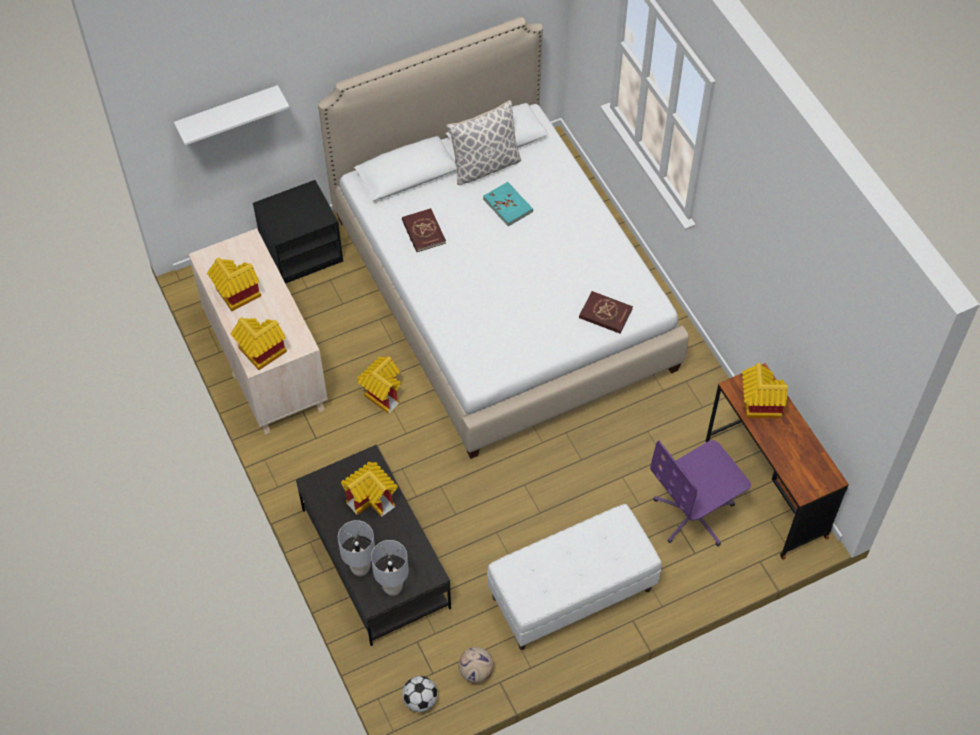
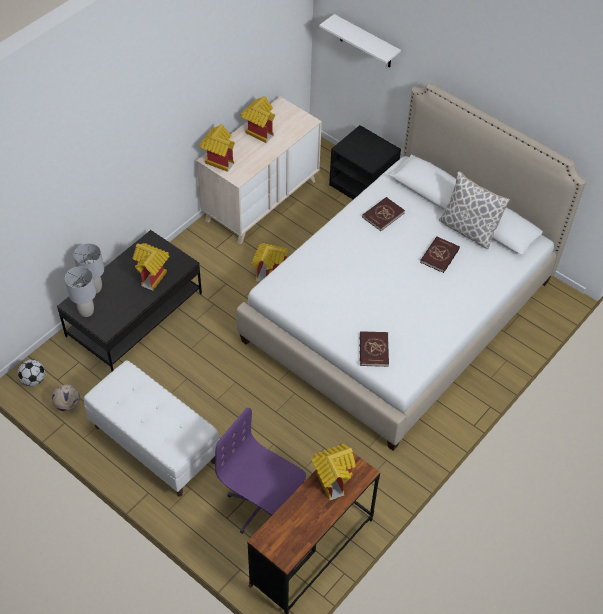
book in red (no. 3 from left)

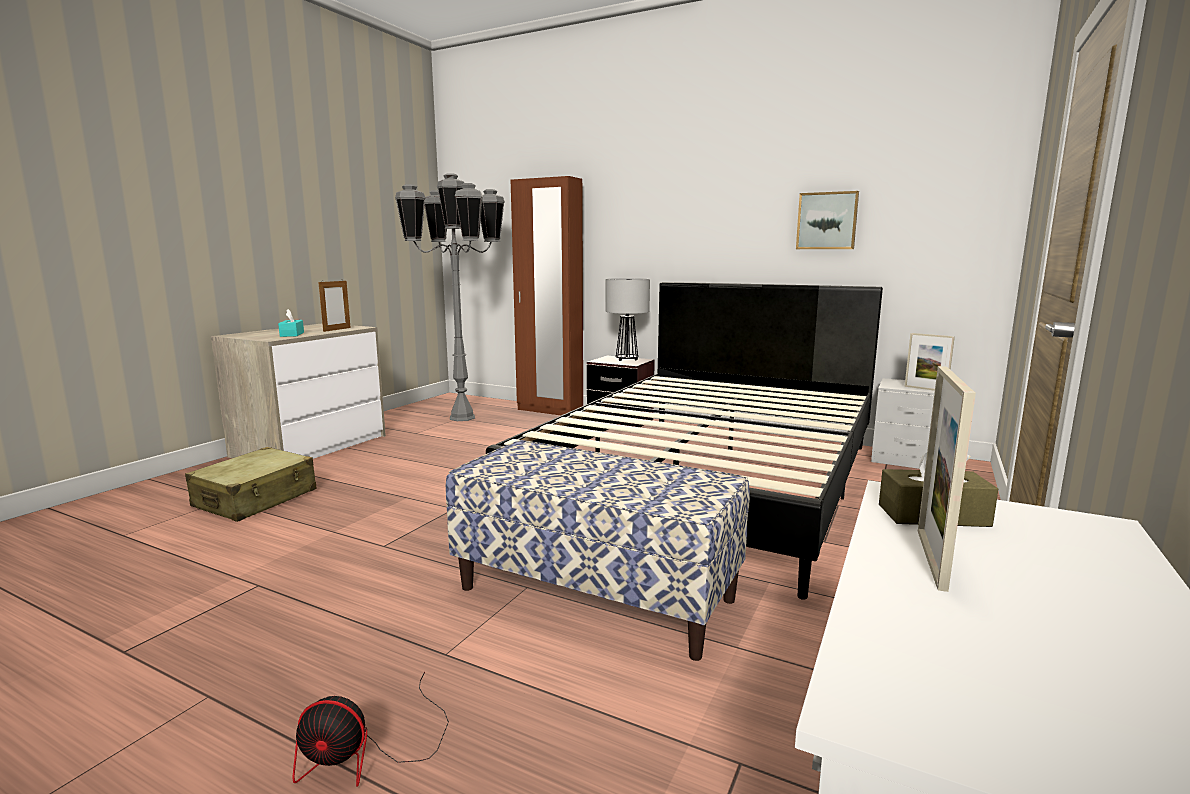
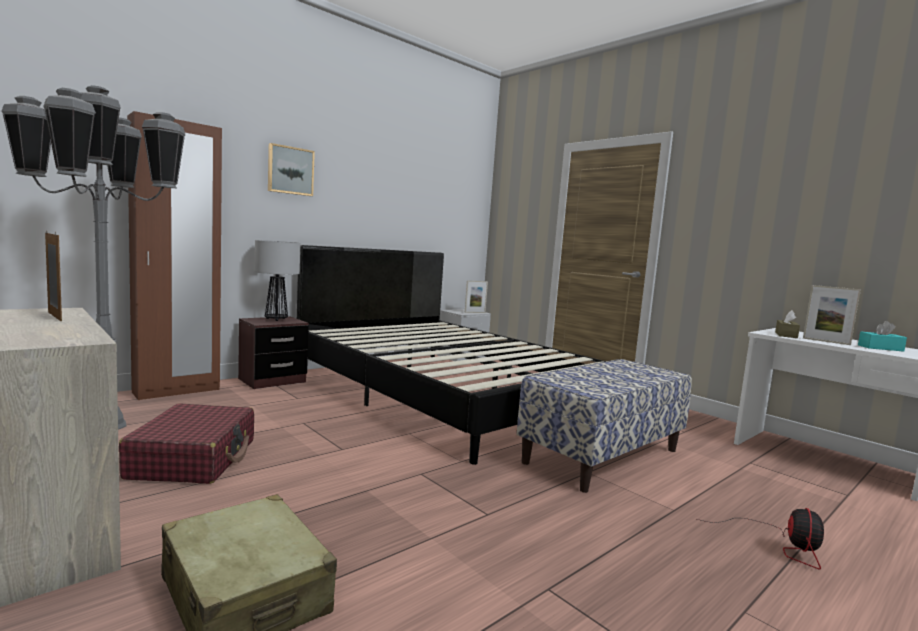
suitcase in red; picture; tissue box in turquoise

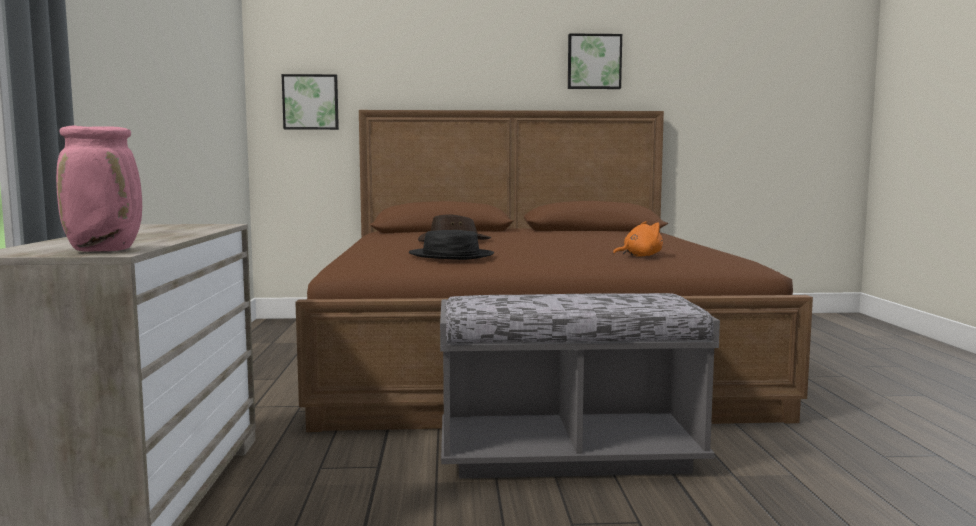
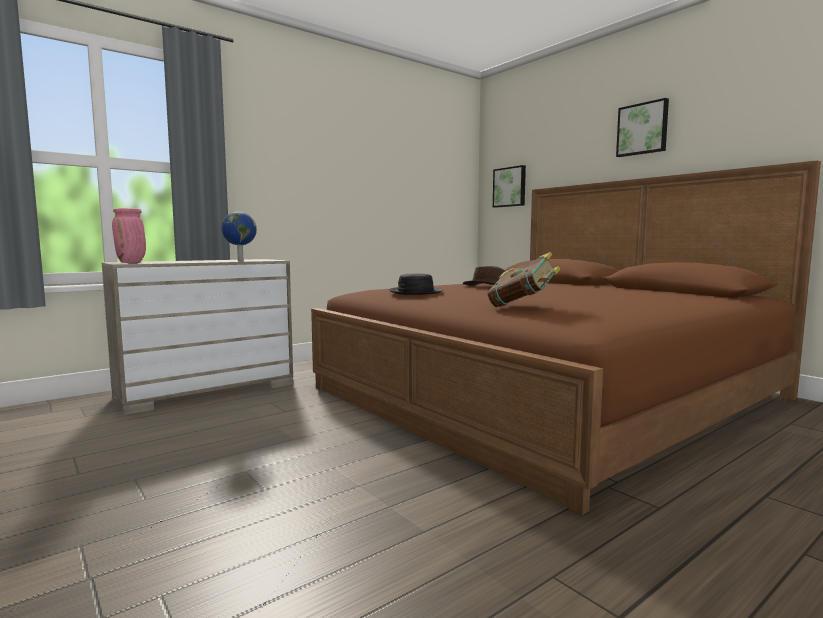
globe; book; picture (no. 2 from left); bench in grey

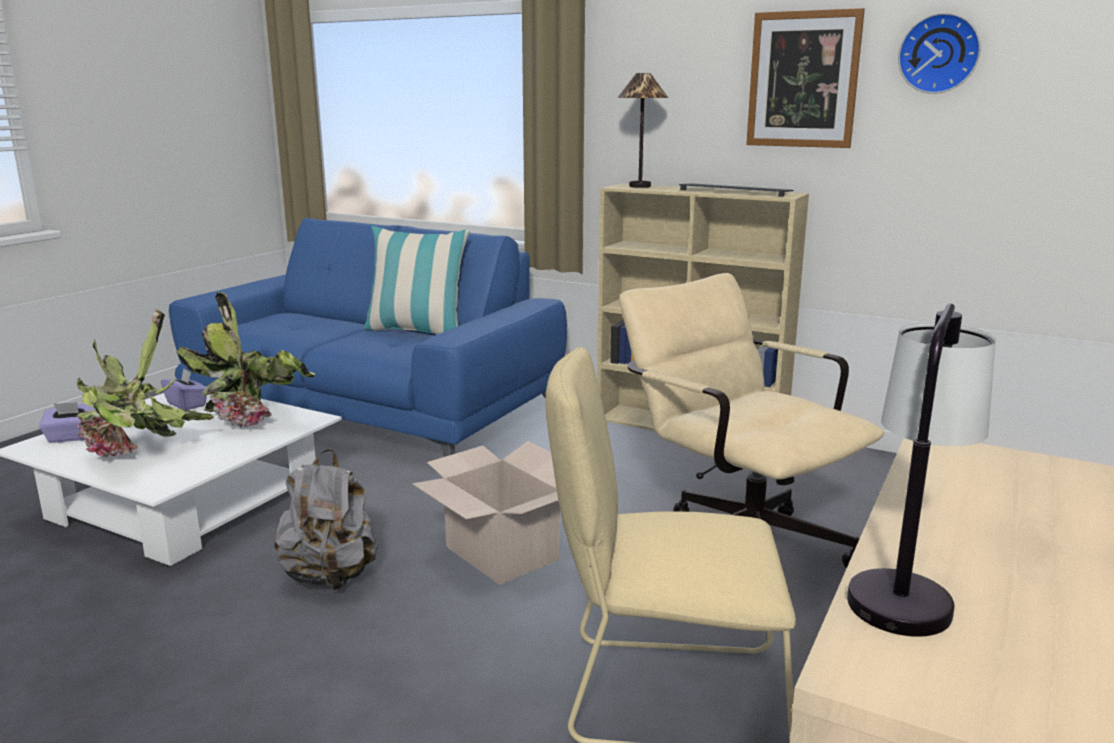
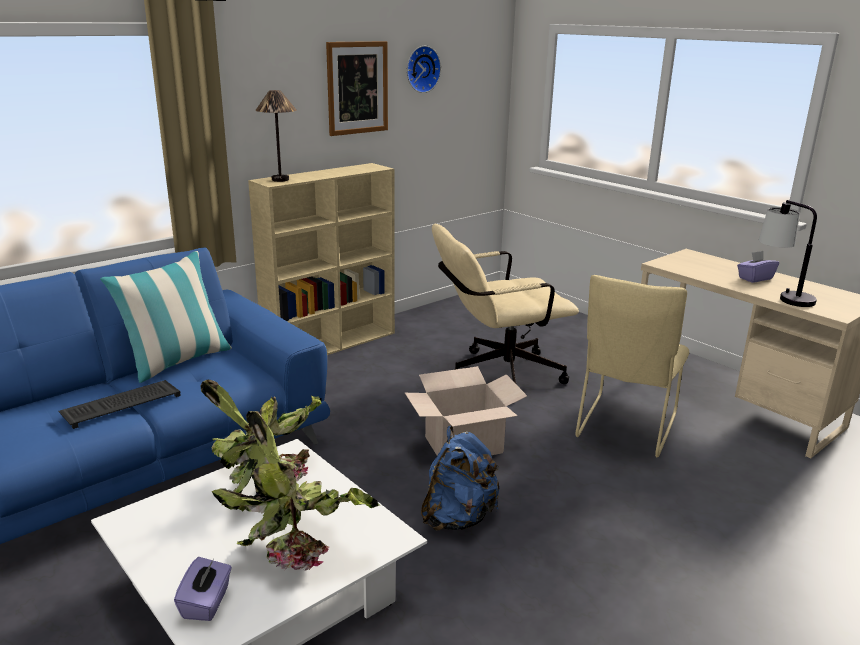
keyboard; backpack in blue; tissue box in purple (no. 2 from left)

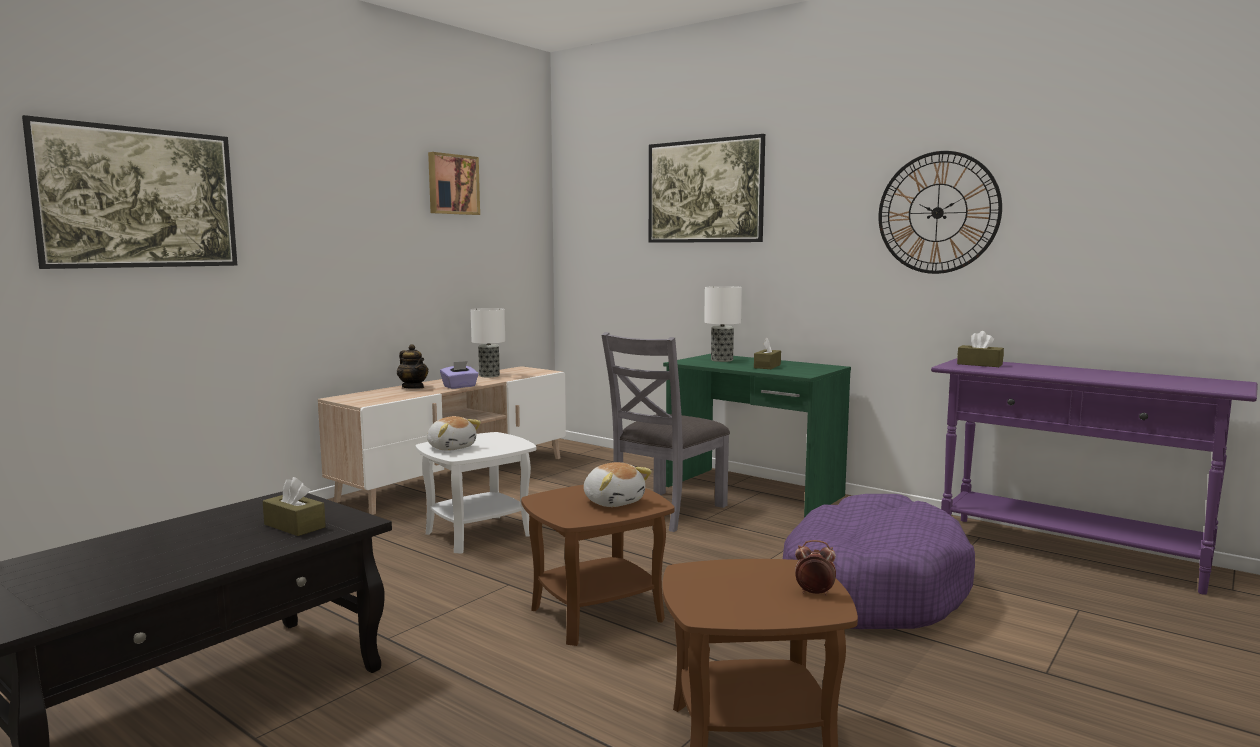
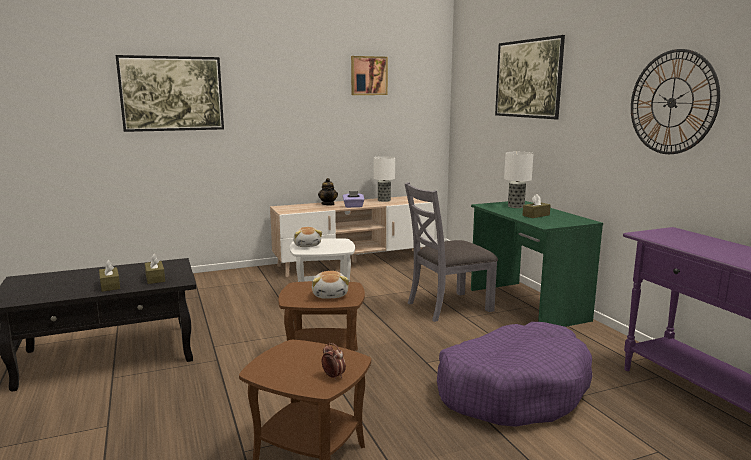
tissue box in brown (no. 1 from left)

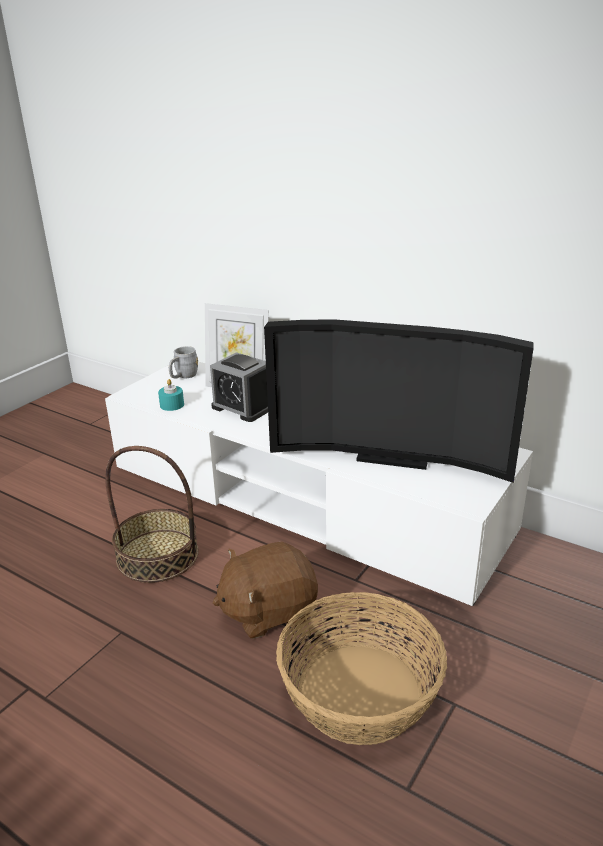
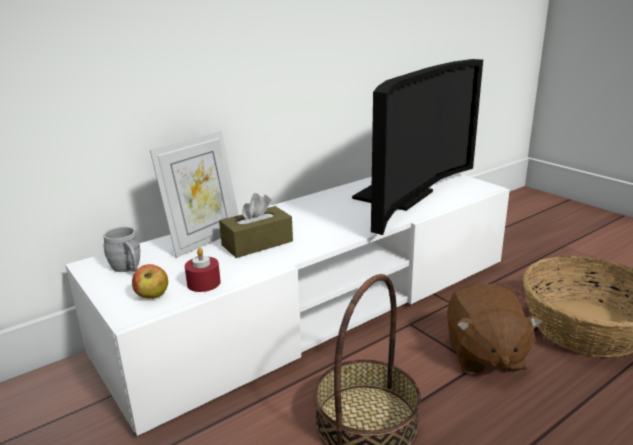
apple; candle in red; tissue box in brown

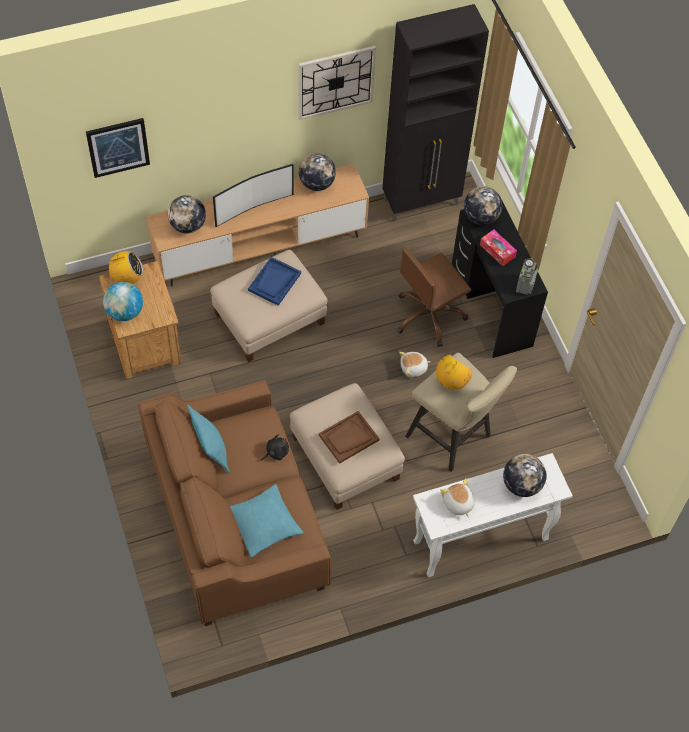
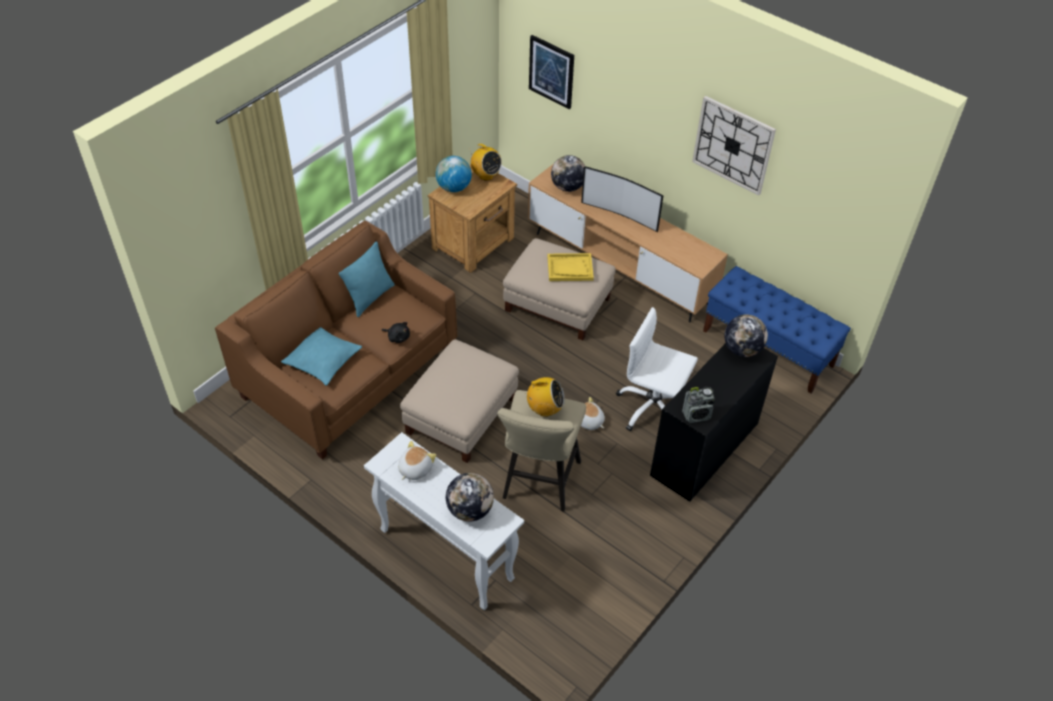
tray in yellow; office chair in white; bench in blue; globe (no. 3 from left in the first image); tray in brown; tissue box

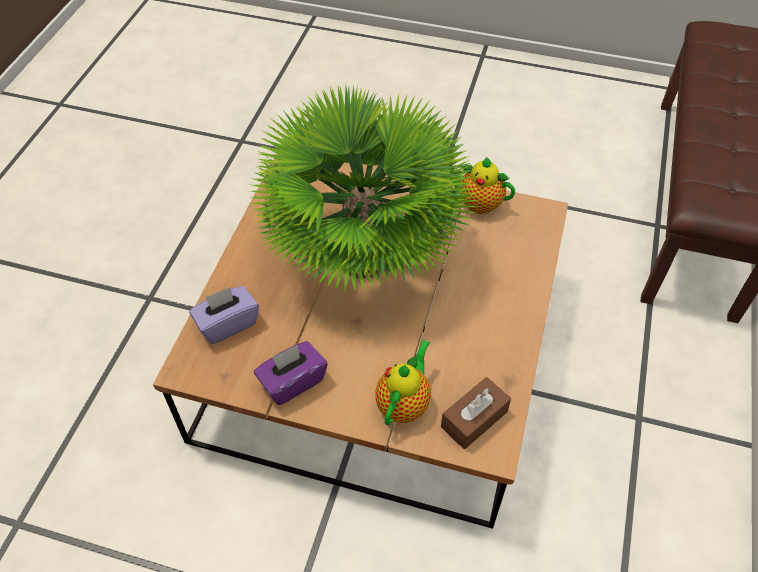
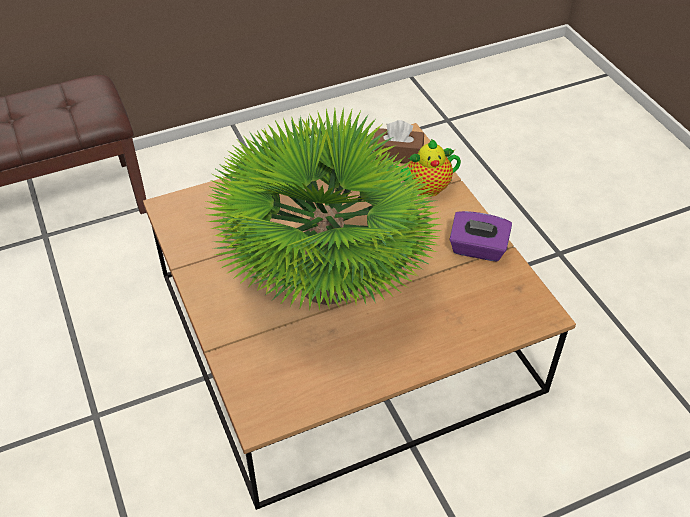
tissue box in purple (no. 1 from left in the first image); teapot (no. 2 from left in the first image)

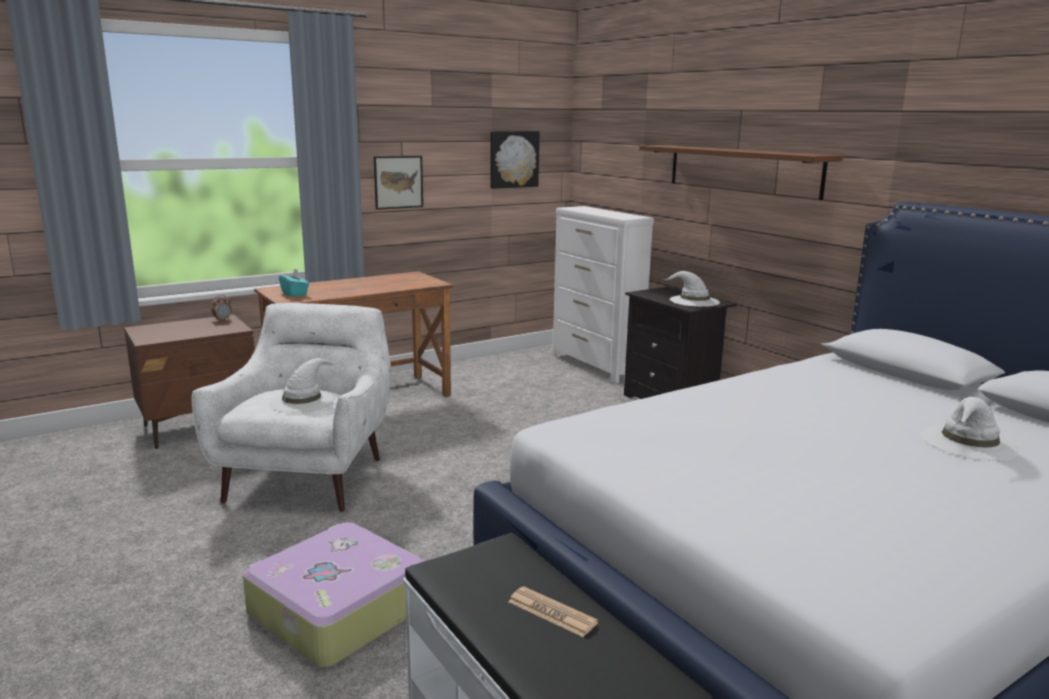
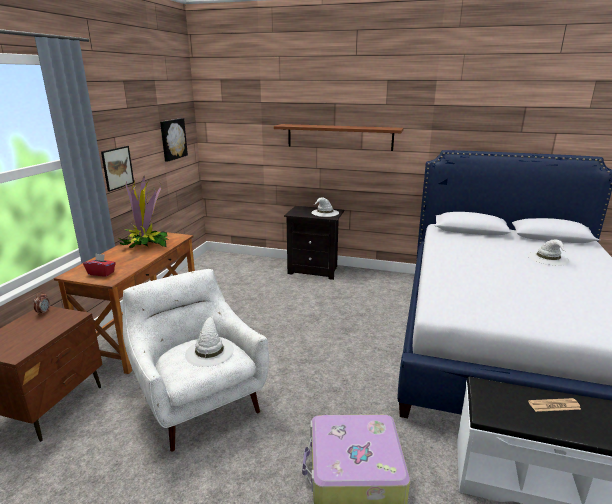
tissue box in red; potted plant; dresser in white

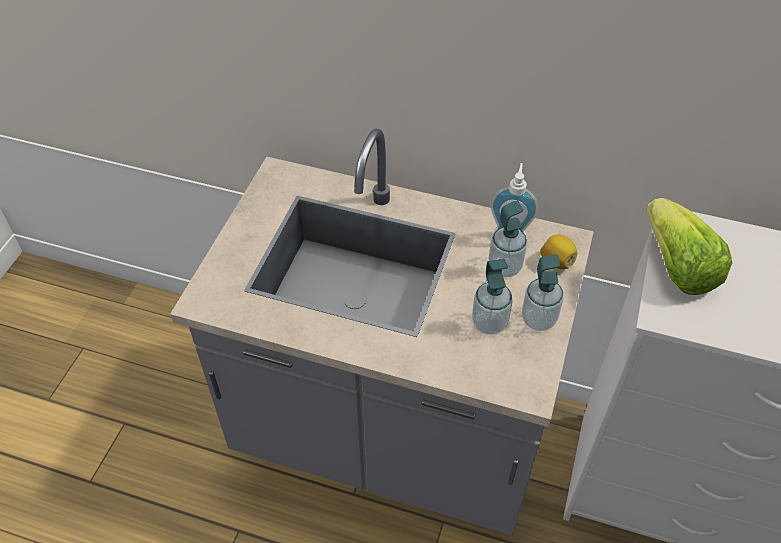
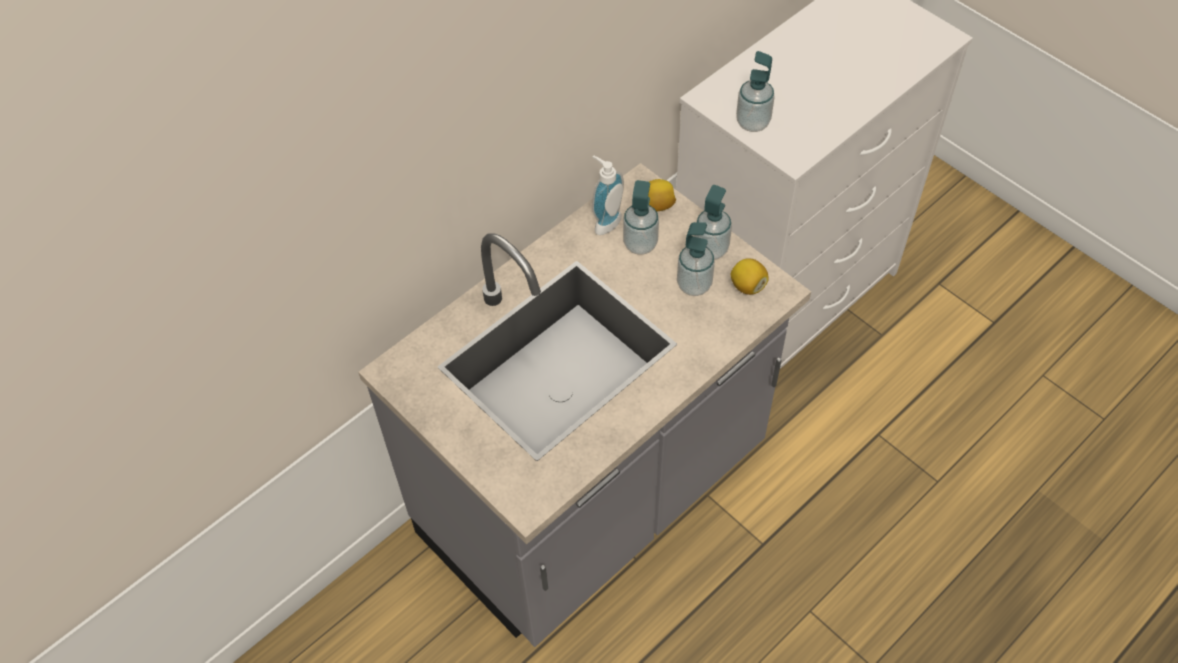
lemon (no. 2 from left); soap dispenser (no. 5 from left)

